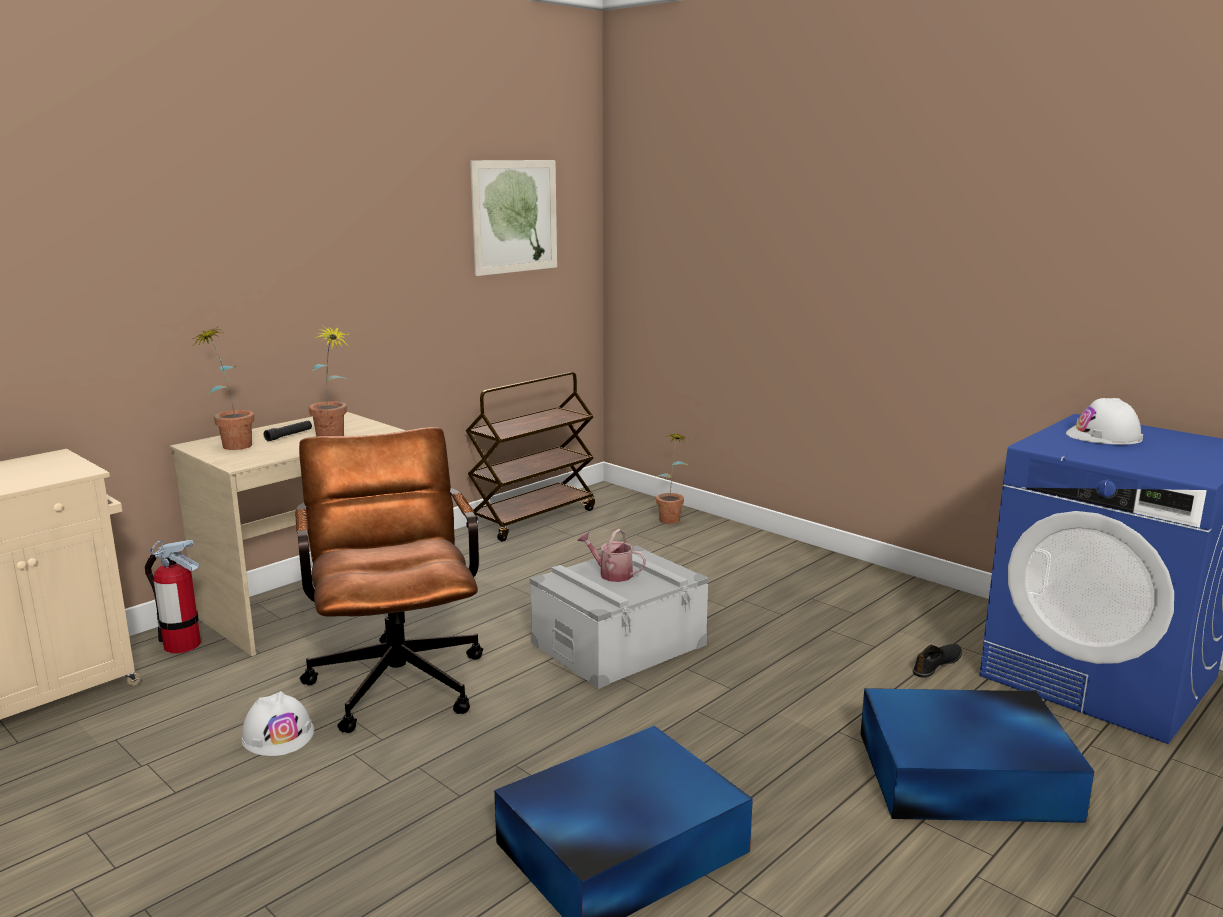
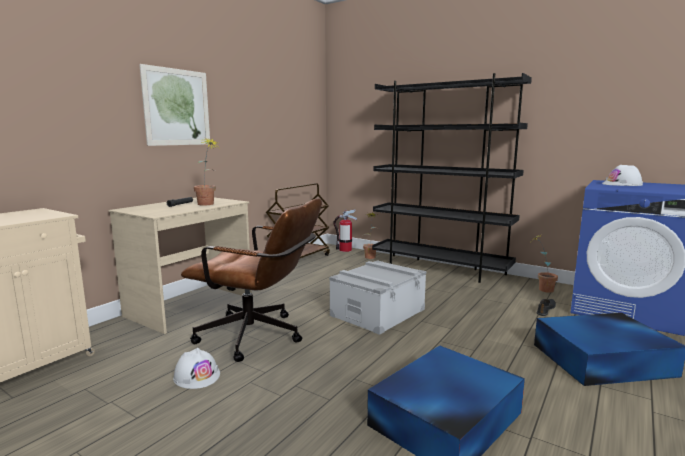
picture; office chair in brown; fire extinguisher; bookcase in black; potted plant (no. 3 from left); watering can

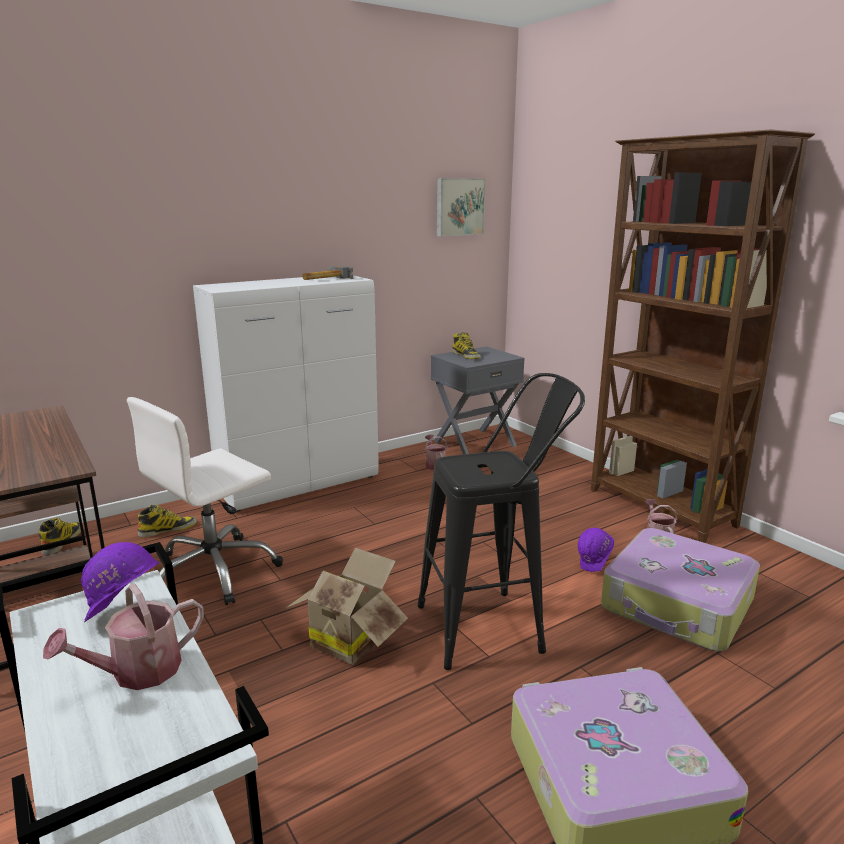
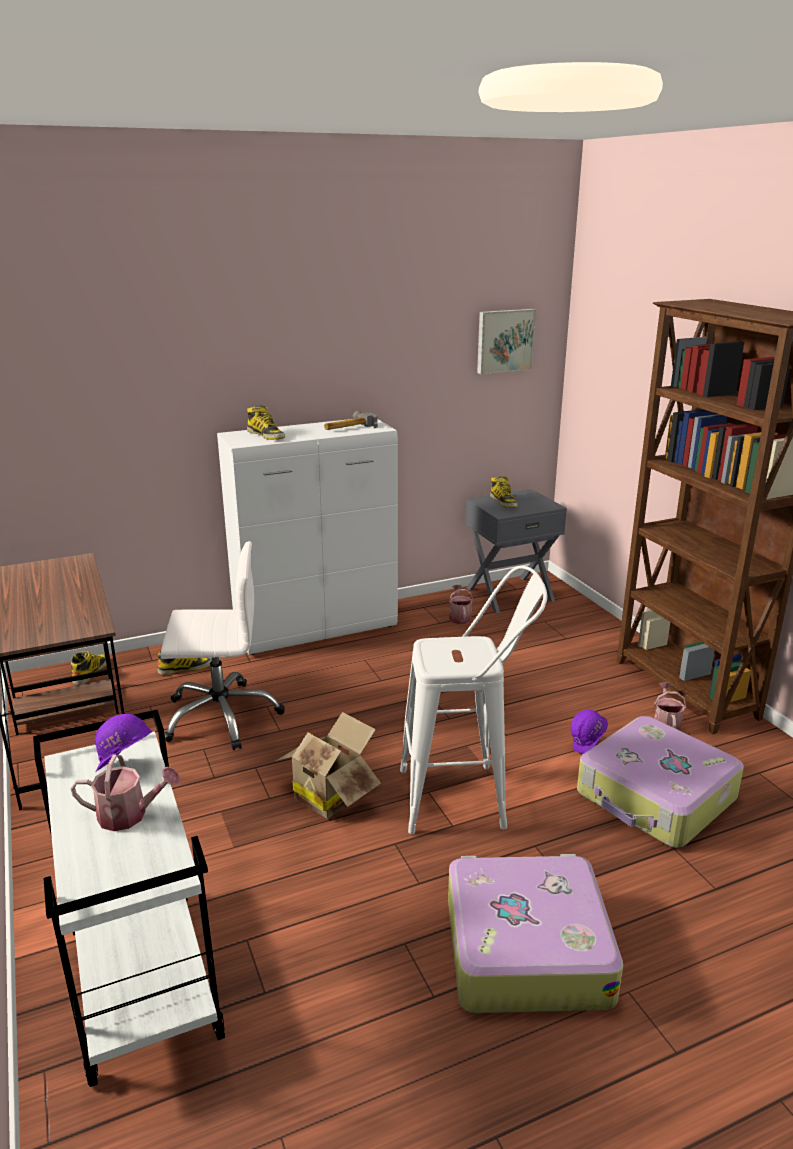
watering can (no. 1 from left); office chair in white; boot (no. 3 from left); stool in white

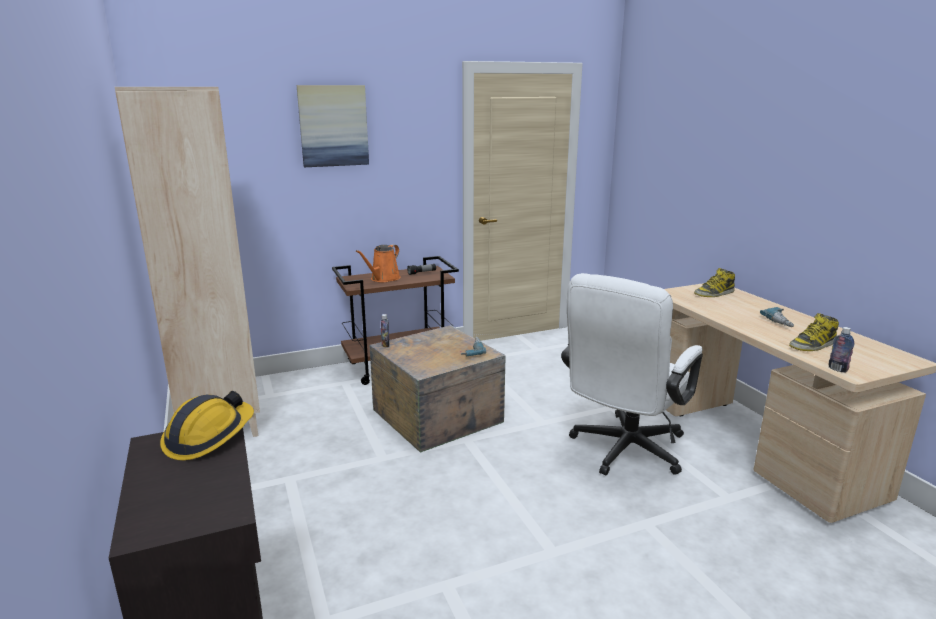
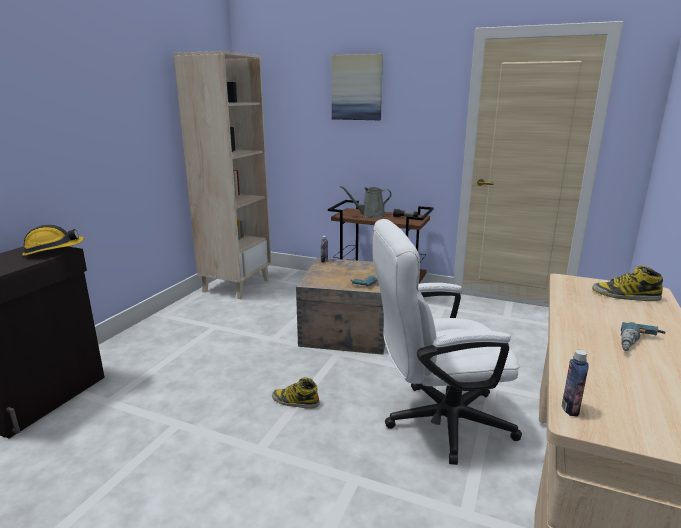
boot (no. 1 from left); watering can in grey

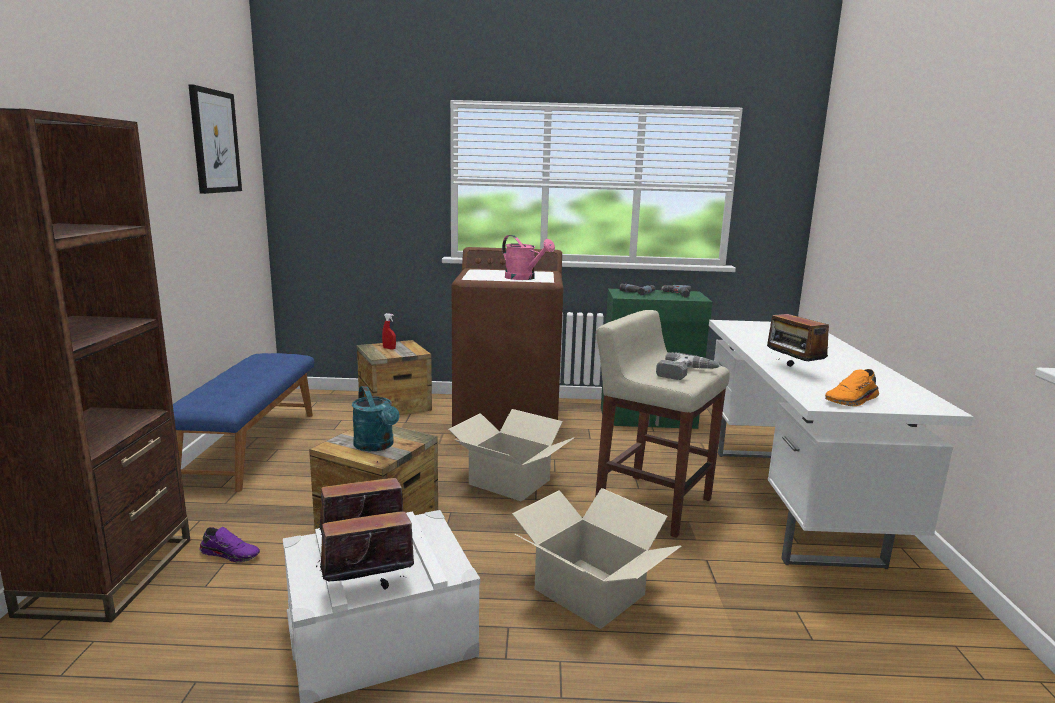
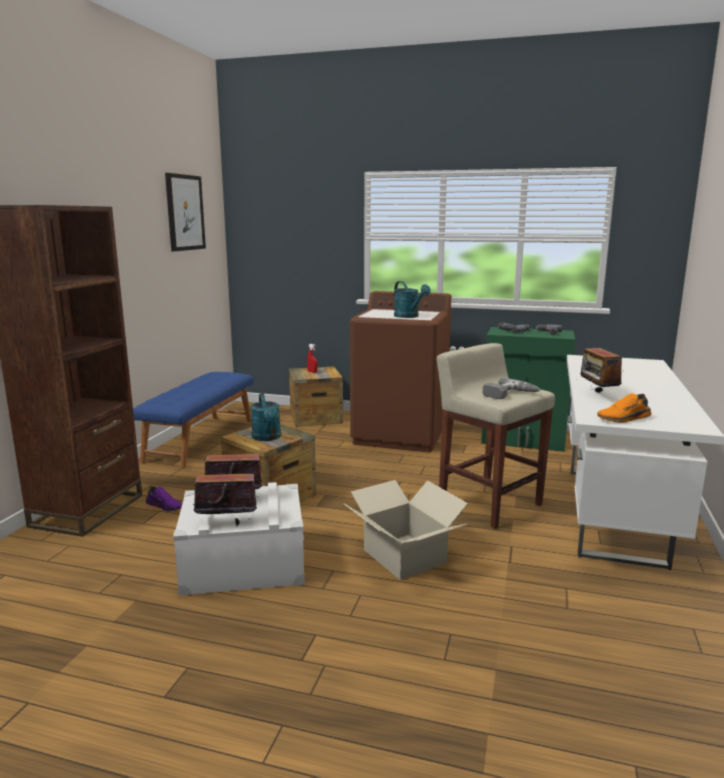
watering can in turquoise (no. 2 from left); cardboard box (no. 1 from left in the first image)

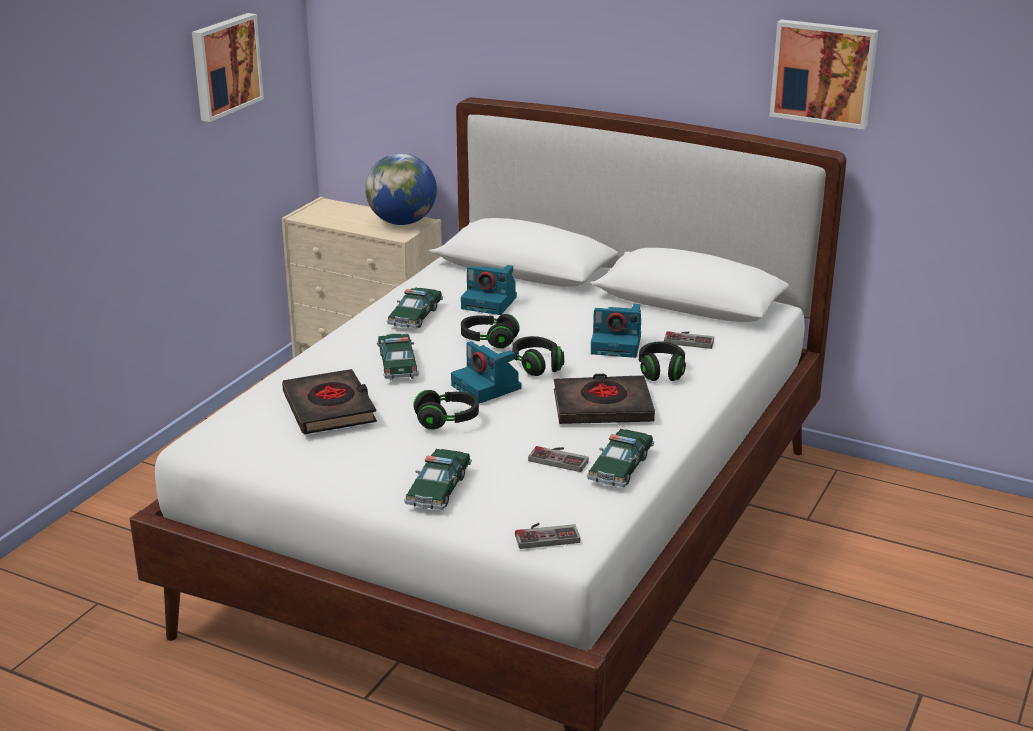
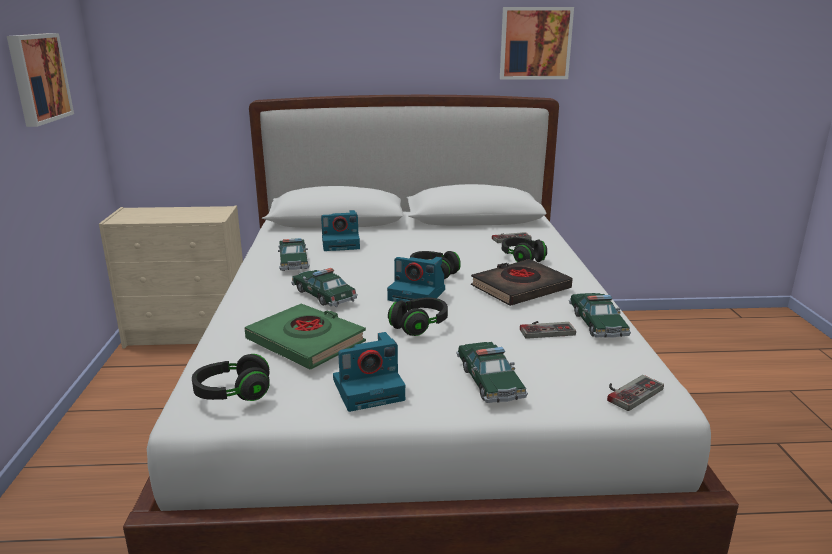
headphones in black (no. 1 from left); book in green; photo camera (no. 2 from left); globe

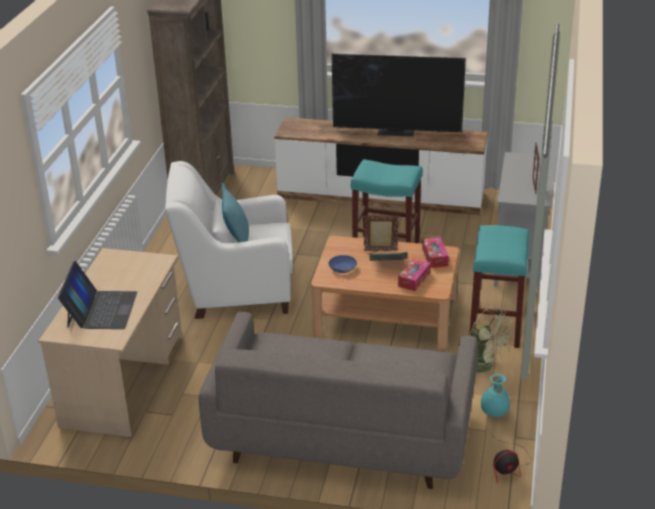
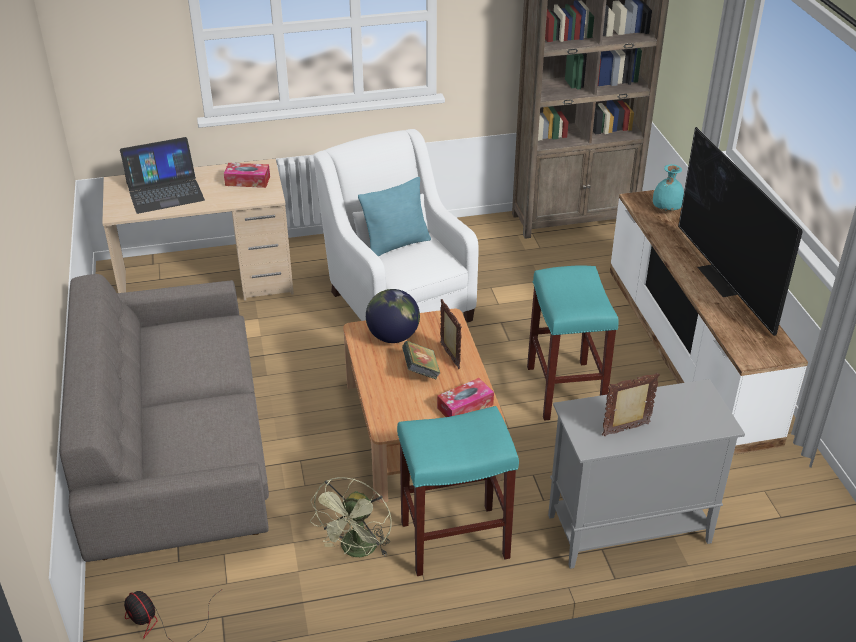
tissue box (no. 1 from left); globe; vase in turquoise

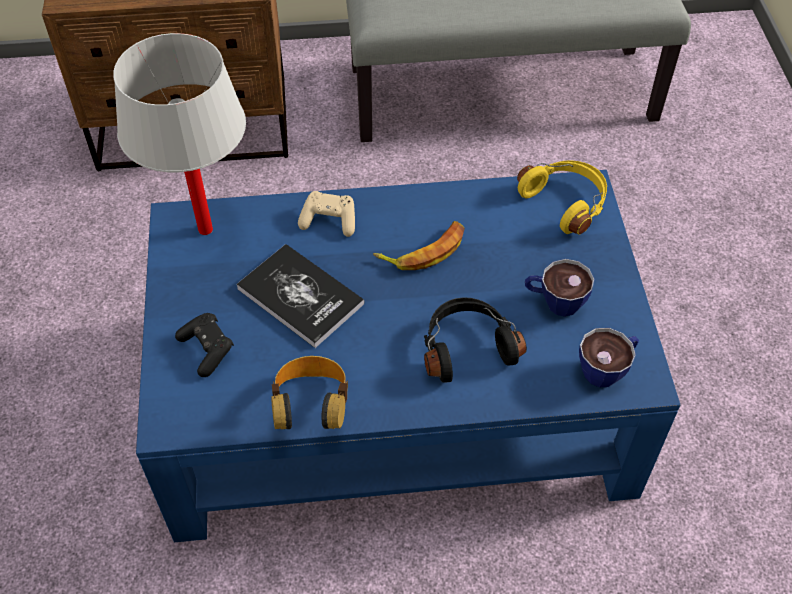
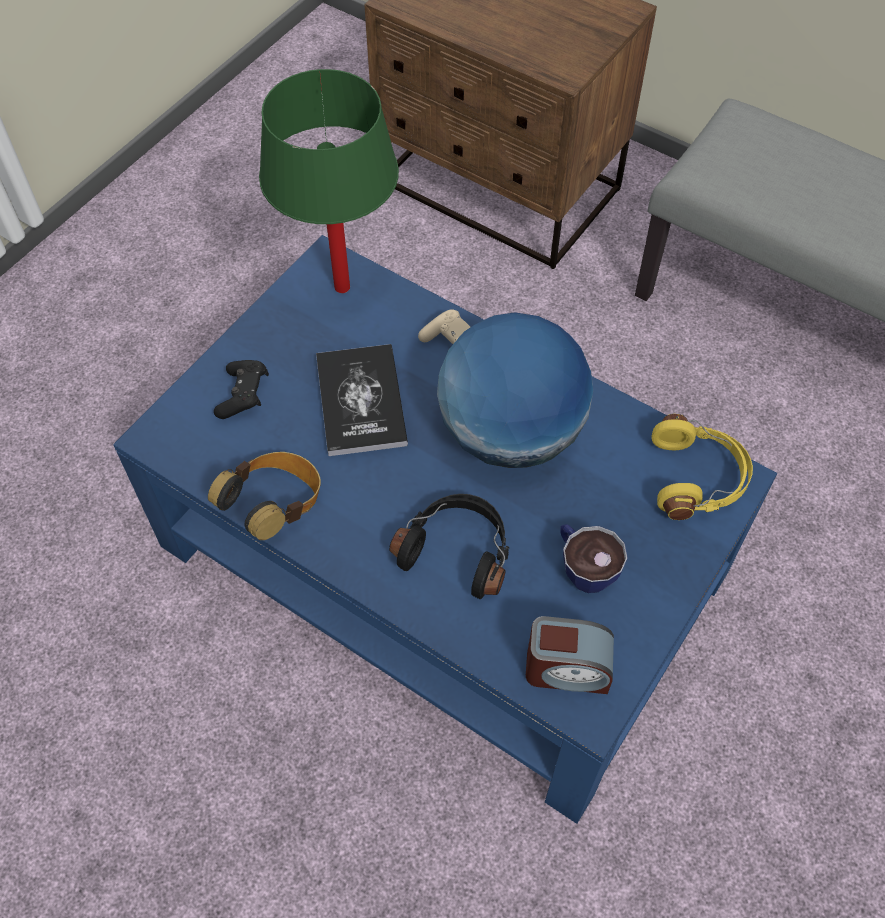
table lamp in green; globe; alarm clock

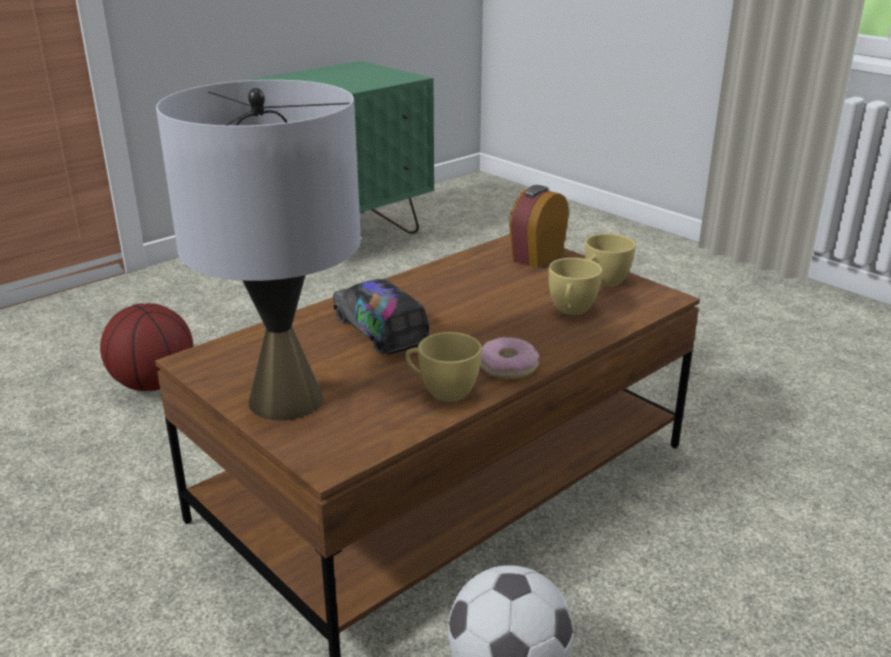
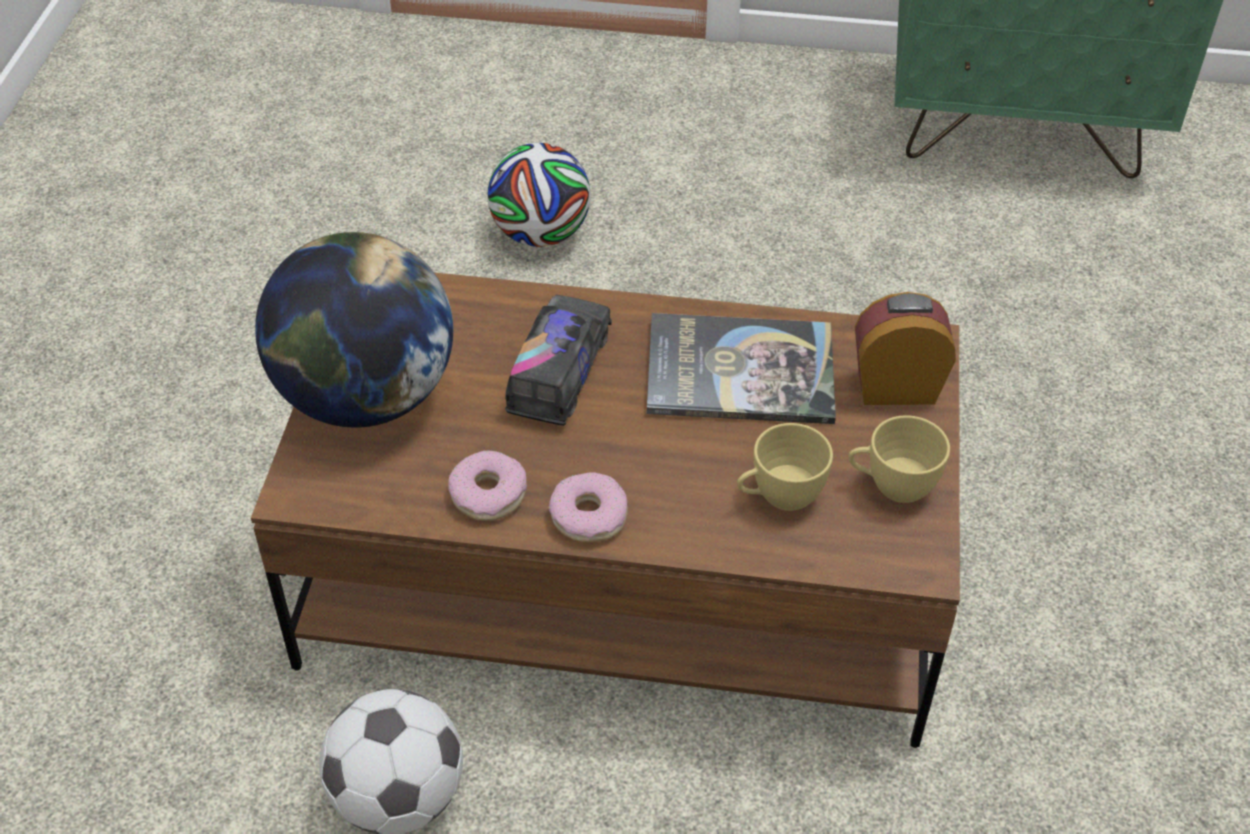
globe; donut (no. 1 from left); football (no. 2 from left); book

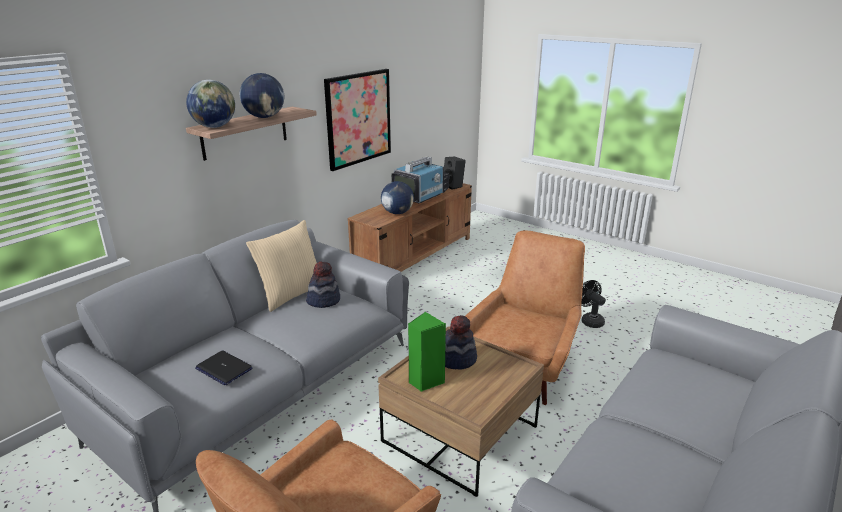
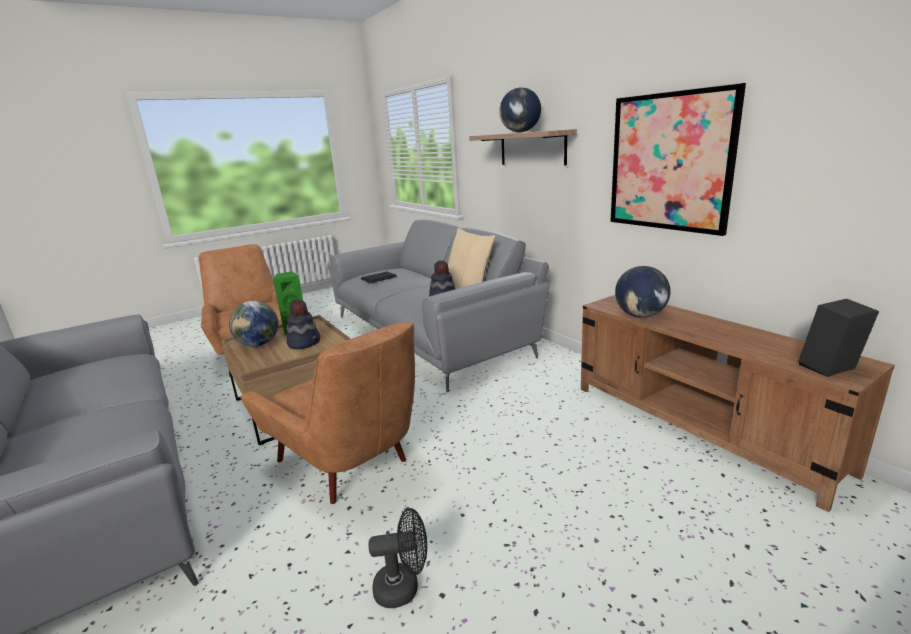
globe (no. 1 from left); television

